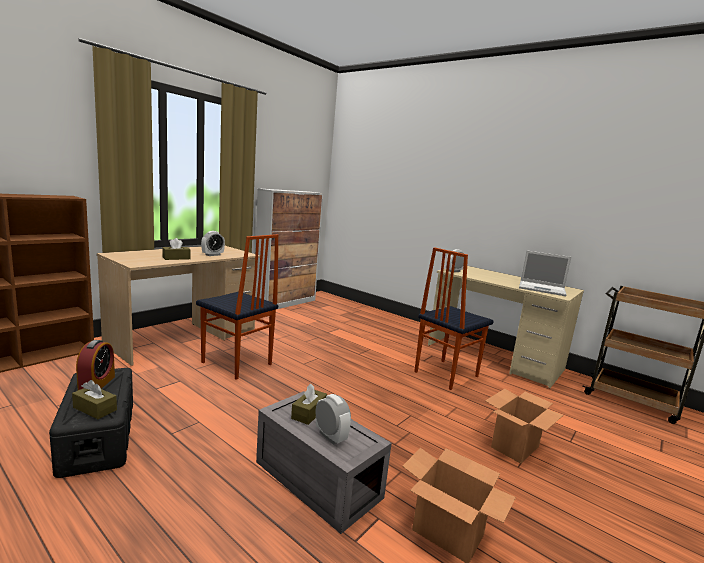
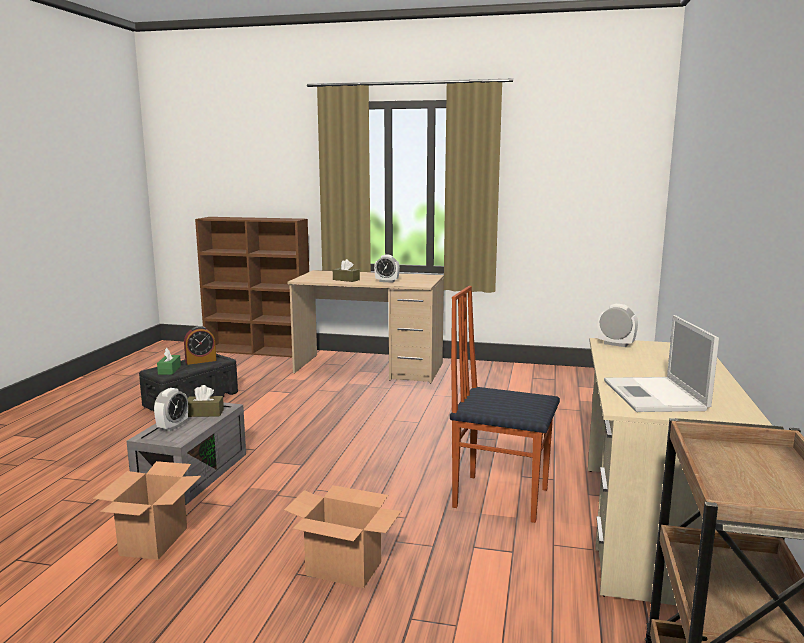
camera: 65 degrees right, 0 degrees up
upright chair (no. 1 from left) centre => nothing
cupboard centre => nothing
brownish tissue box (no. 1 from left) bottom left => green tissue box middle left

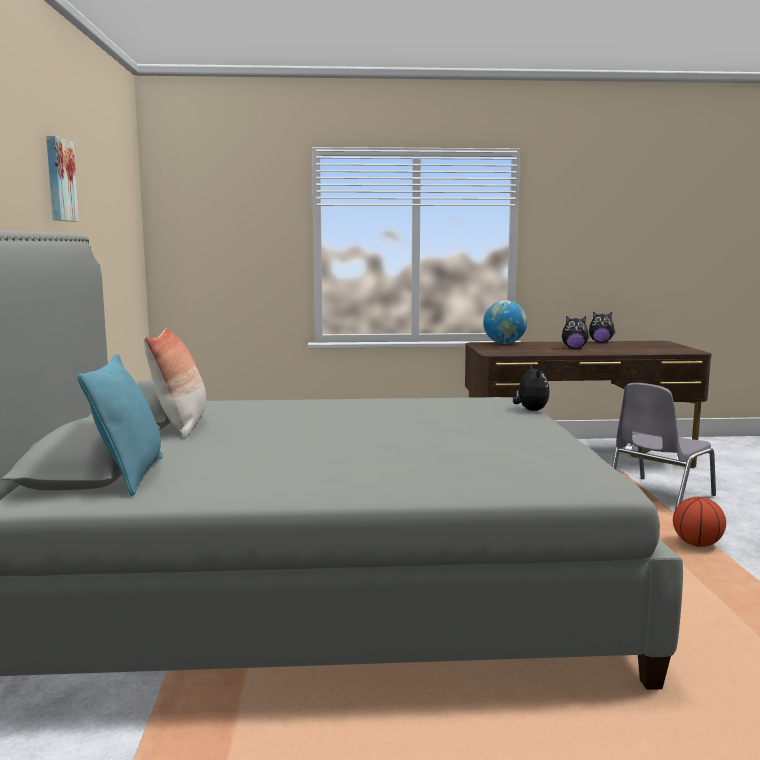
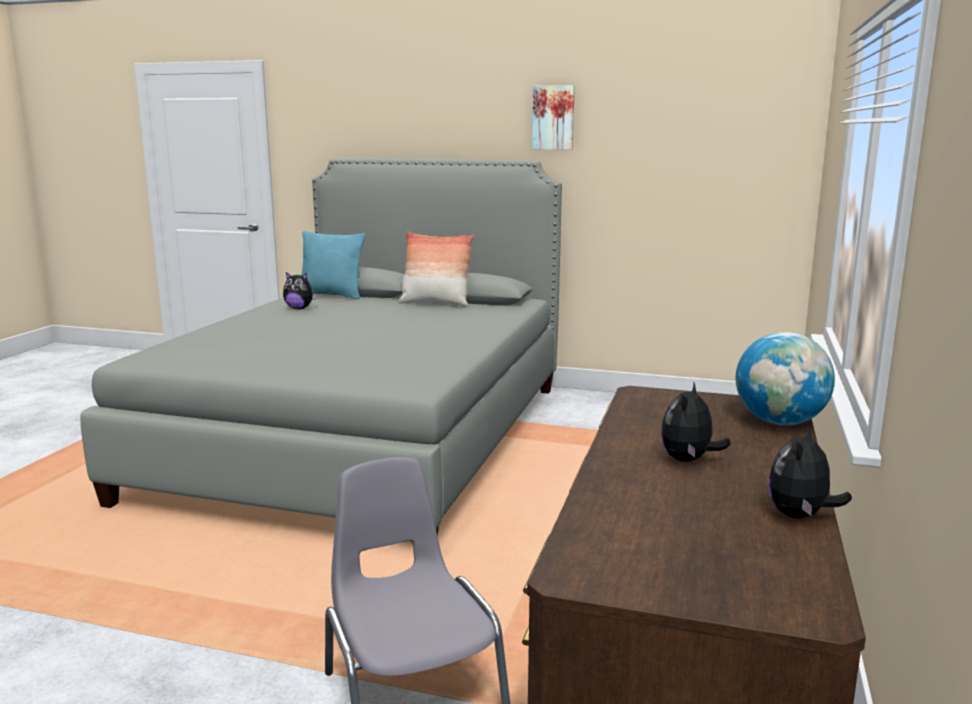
camera: 110 degrees right, 5 degrees up
ball for basketball bottom right => nothing
soft toy (no. 1 from left) middle right => soft toy (no. 1 from left) middle left, shifted

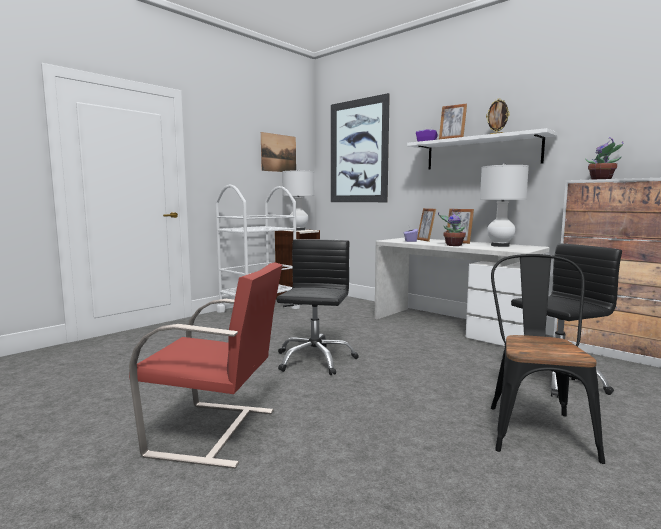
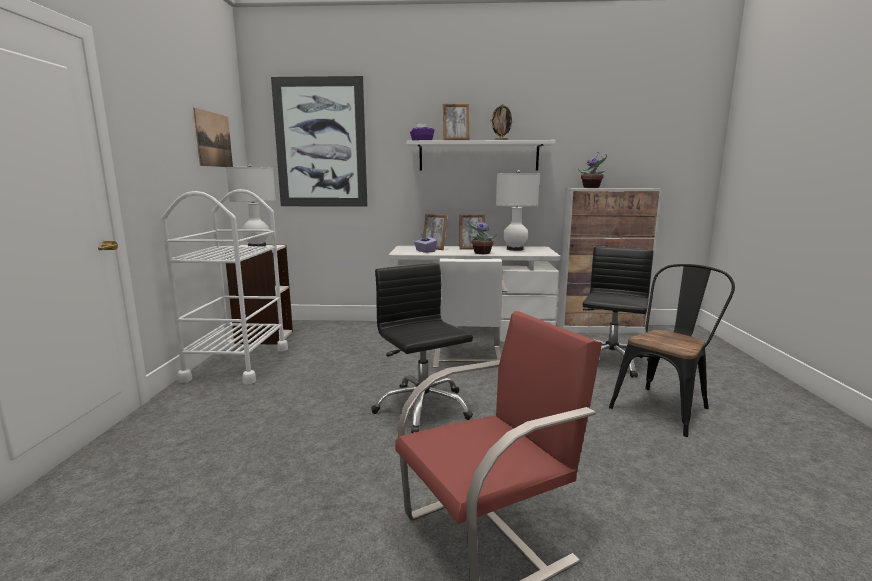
camera: 40 degrees left, 5 degrees up
nothing => whitish upright chair centre
black upright chair bottom right => black upright chair middle right, 75 degrees clockwise

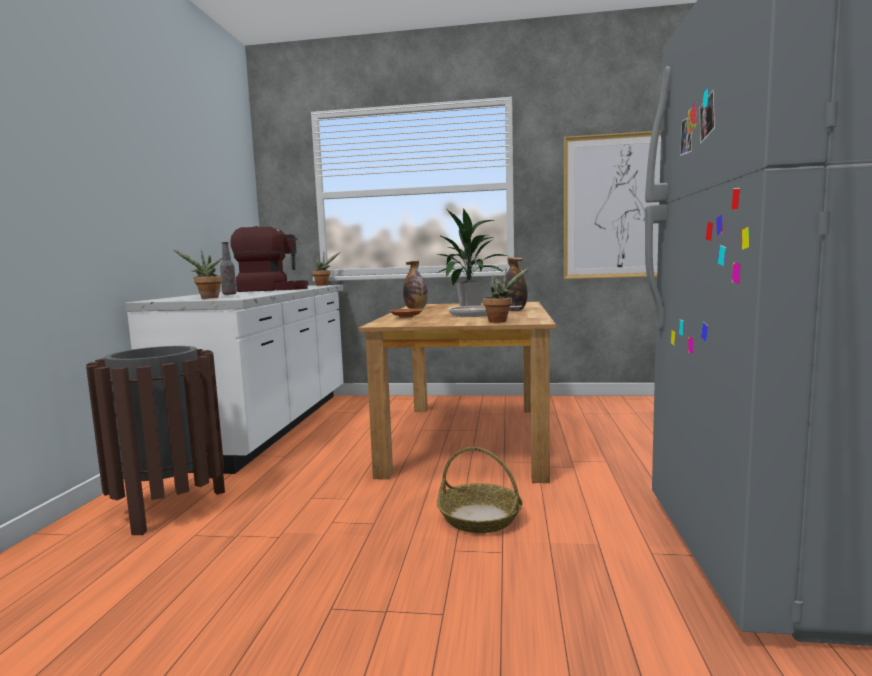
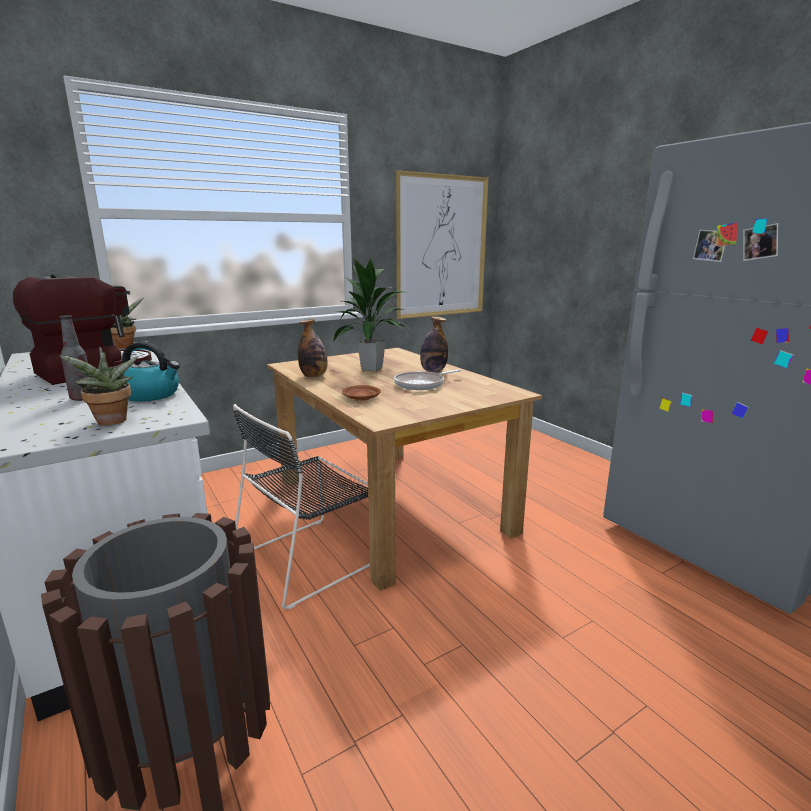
camera: 40 degrees left, 10 degrees up
basket bottom centre => nothing
potted plant (no. 4 from left) centre => nothing
nothing => tea kettle middle left
nothing => black upright chair centre

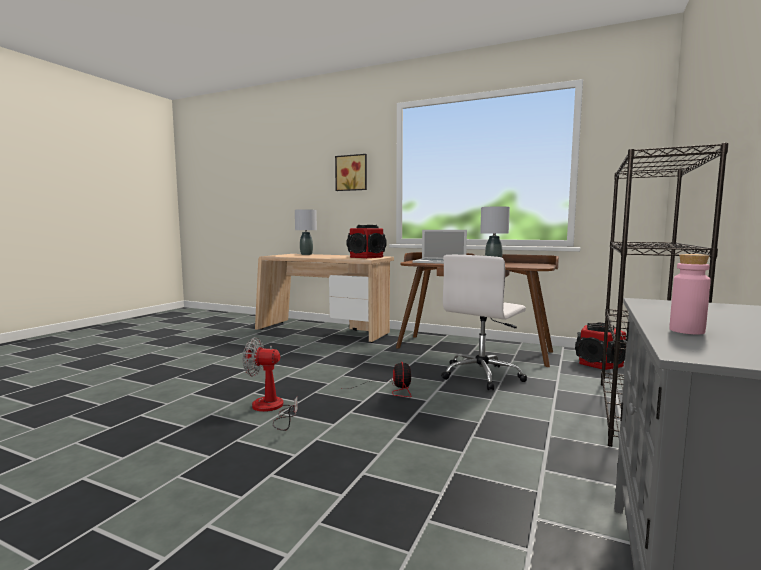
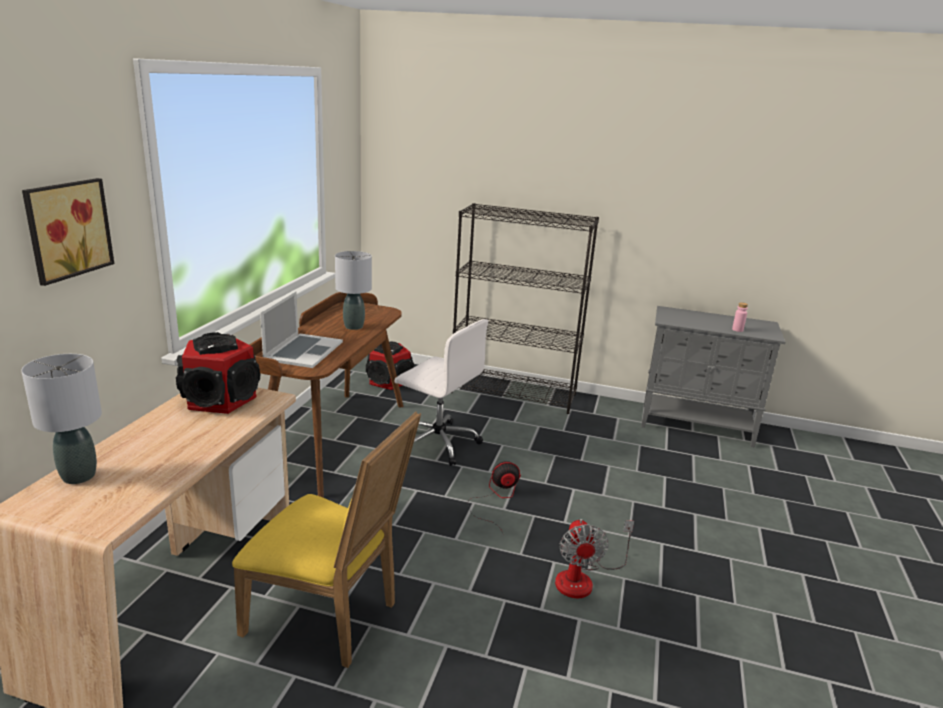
camera: 100 degrees left, 15 degrees up
nothing => yellow upright chair bottom centre

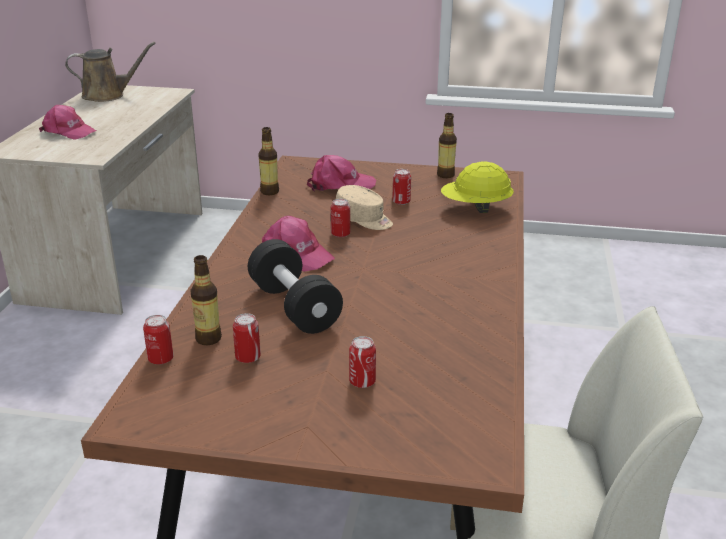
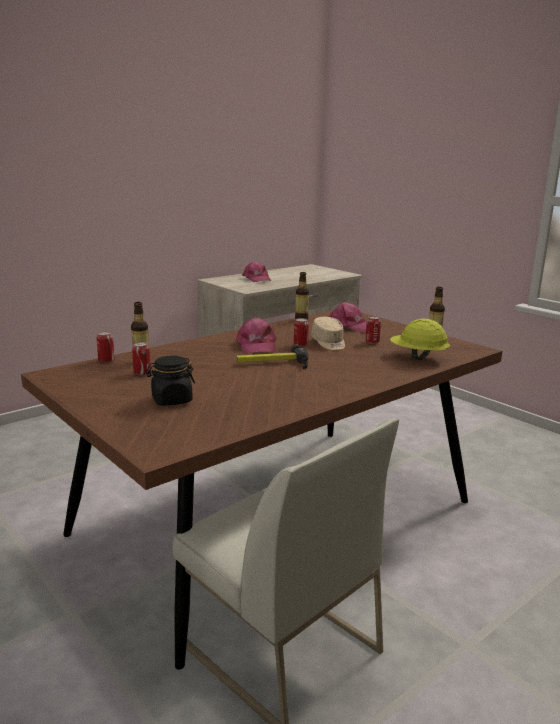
camera: 40 degrees right, 10 degrees down
brownish watering can top left => nothing
black free weight centre => nothing
nothing => hammer centre
can (no. 4 from left) bottom centre => black preserve jar middle left

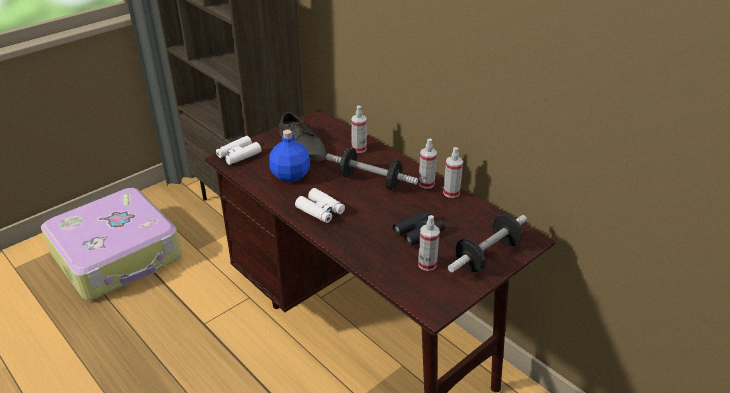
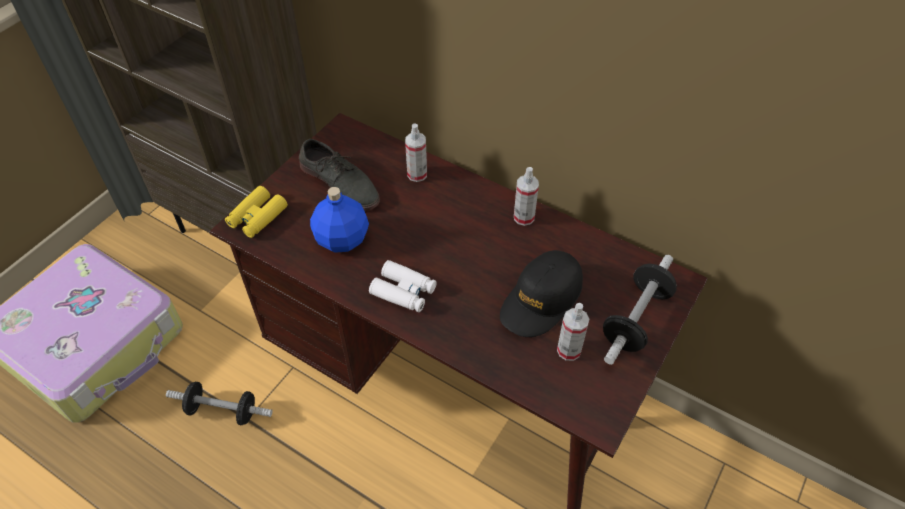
camera: 15 degrees left, 15 degrees up
sprayer (no. 4 from left) centre => nothing
free weight (no. 1 from left) centre => free weight (no. 1 from left) bottom left, shifted
black field glasses centre => black baseball cap centre
whitish field glasses (no. 1 from left) middle left => yellow field glasses middle left

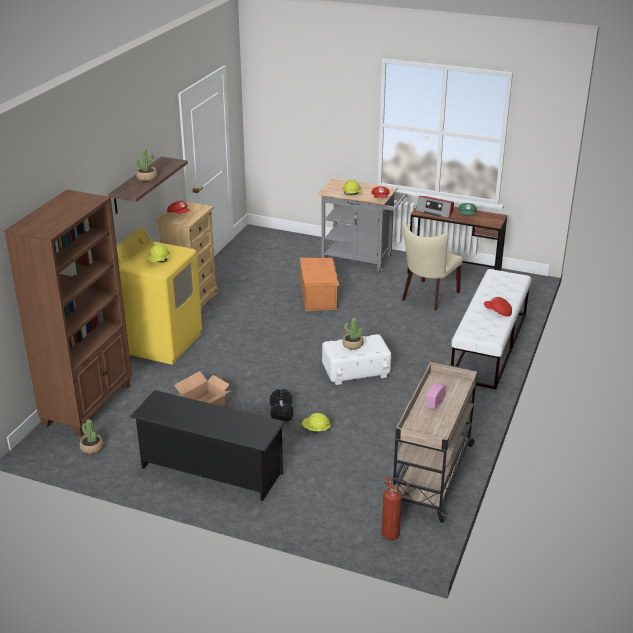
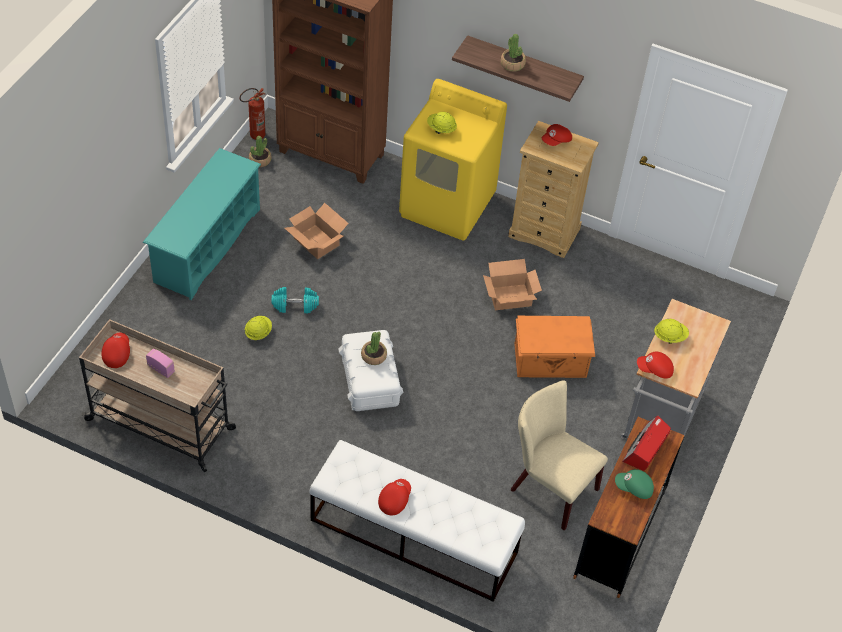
camera: 90 degrees right, 20 degrees up
nothing => reddish baseball cap (no. 1 from left) middle left
nothing => packing box (no. 2 from left) centre
extinguisher bottom centre => extinguisher top left, shifted
black shoe shelf bottom left => blue-green shoe shelf middle left
black free weight centre => blue-green free weight centre

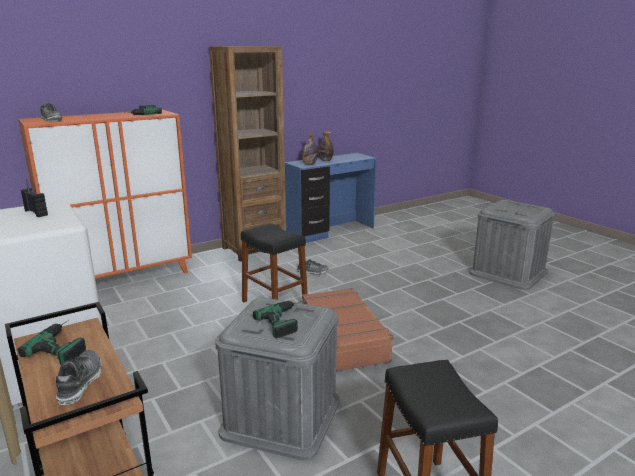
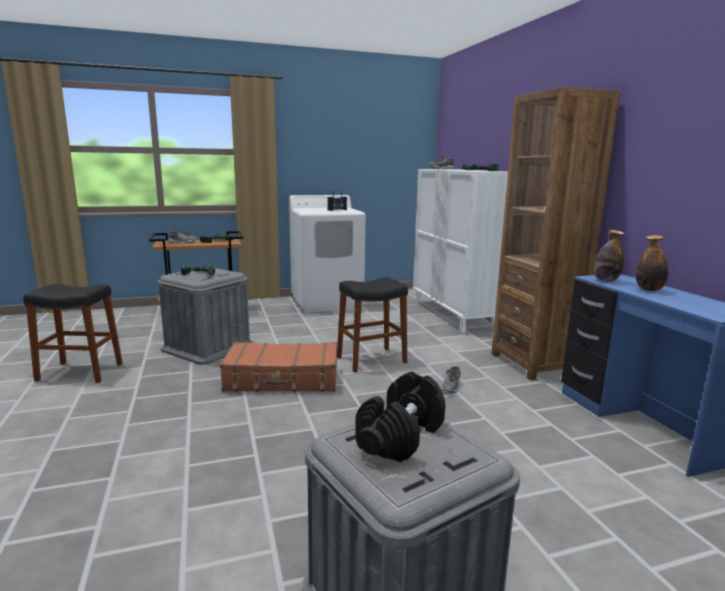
camera: 105 degrees right, 5 degrees down
nothing => black free weight bottom centre
orange-coloured cupboard middle left => whitish cupboard centre

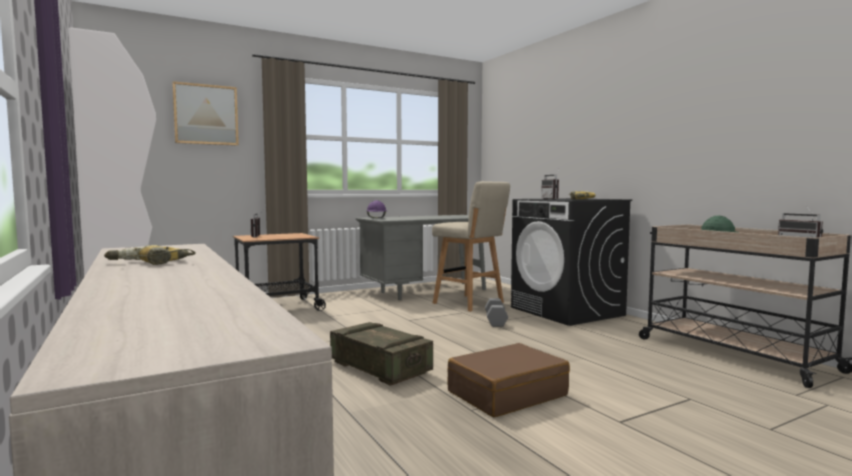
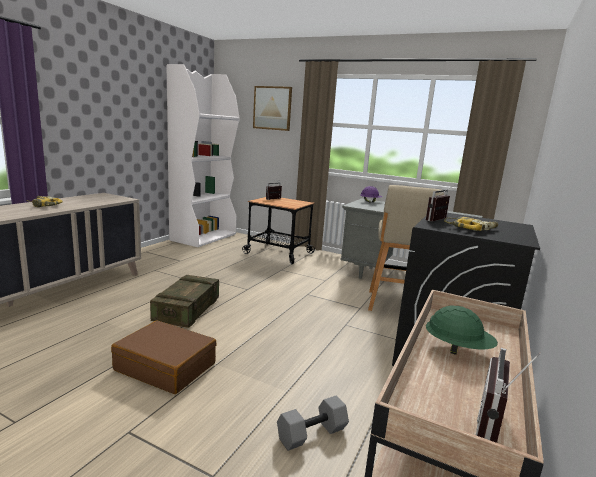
camera: 55 degrees right, 10 degrees up
gray free weight centre => gray free weight bottom centre, shifted

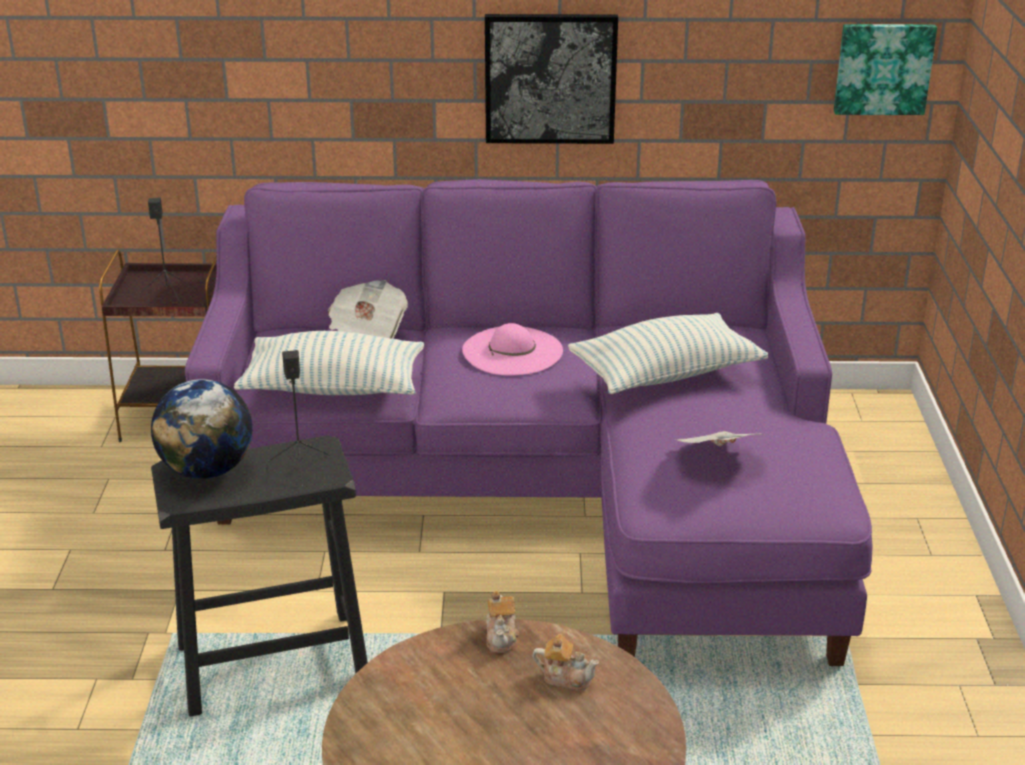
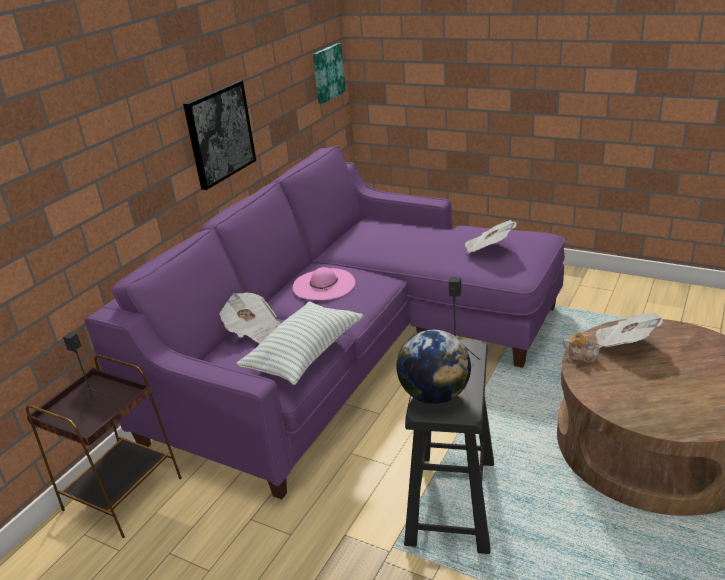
camera: 60 degrees left, 0 degrees up
throw pillow (no. 2 from left) centre => nothing
teapot (no. 2 from left) bottom centre => printed paper (no. 3 from left) middle right

